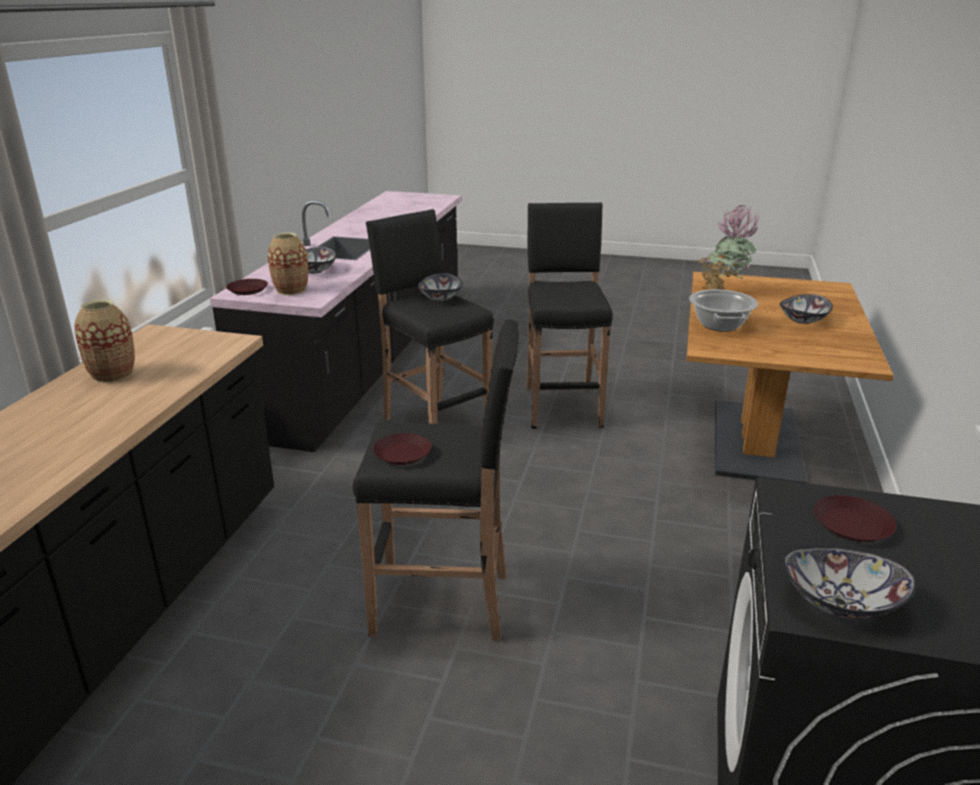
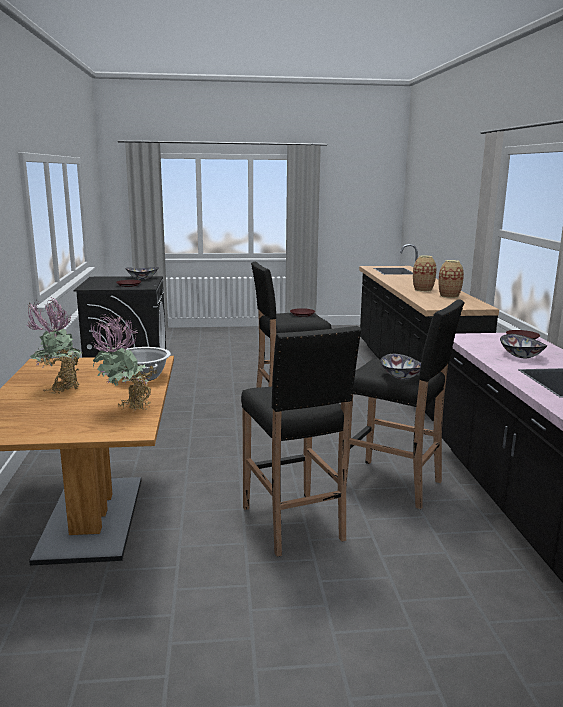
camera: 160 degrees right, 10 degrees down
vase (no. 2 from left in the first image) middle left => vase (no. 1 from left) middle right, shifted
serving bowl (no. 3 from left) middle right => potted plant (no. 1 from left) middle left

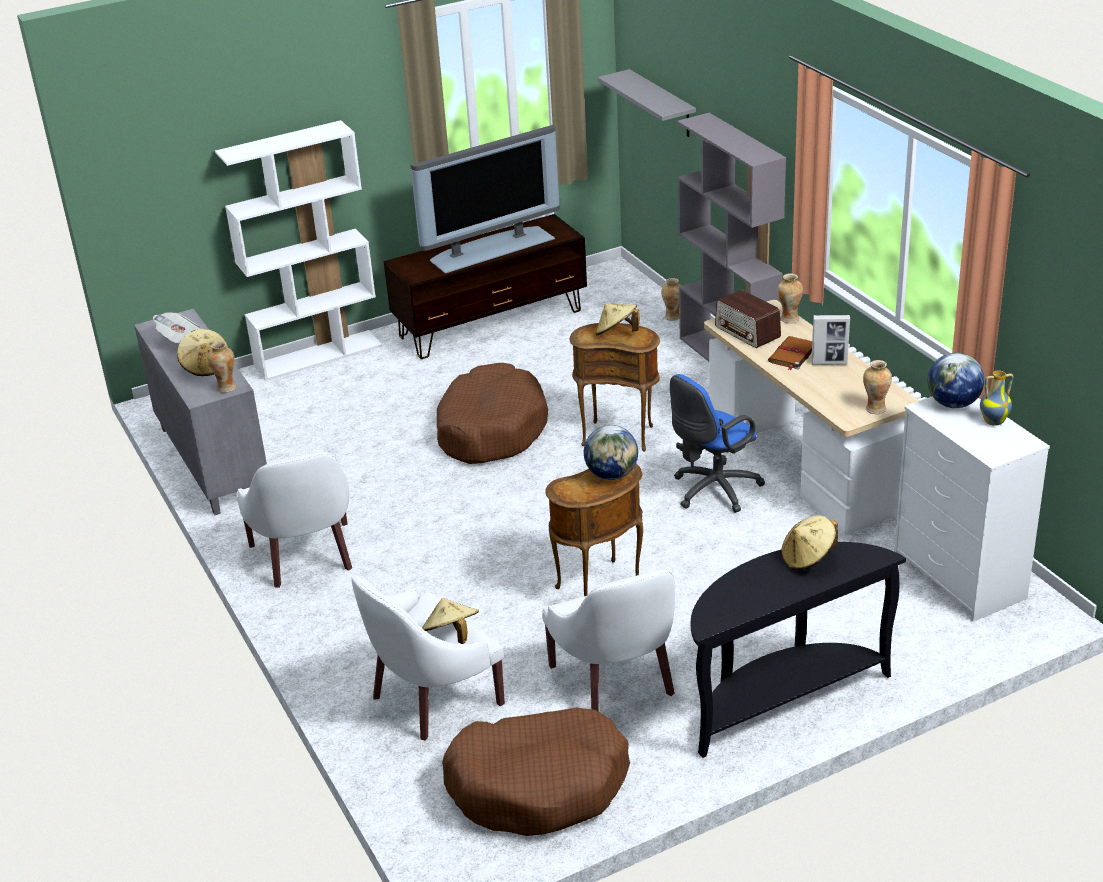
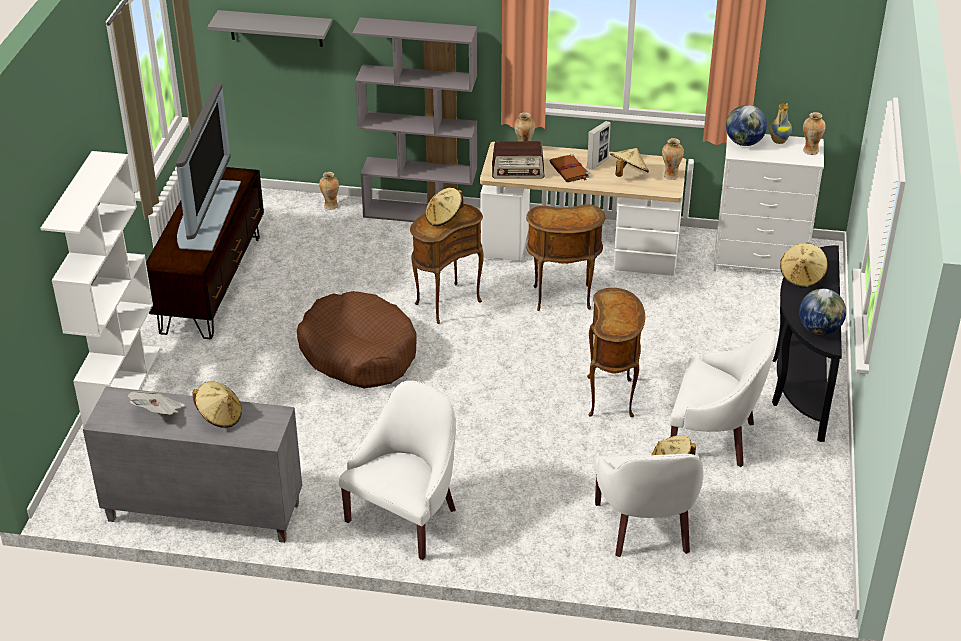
camera: 55 degrees left, 5 degrees up
brownish dog cushion (no. 2 from left) bottom centre => nothing
nothing => beige-coloured hat (no. 3 from left) top centre
vase (no. 1 from left in the first image) middle left => vase (no. 5 from left) top right, shifted
world globe (no. 1 from left in the first image) centre => world globe (no. 2 from left) middle right, shifted
blue-coloured desk chair centre => brownish end table (no. 2 from left) centre
whitish easy chair (no. 1 from left) middle left => whitish easy chair (no. 1 from left) bottom centre, 75 degrees counterclockwise

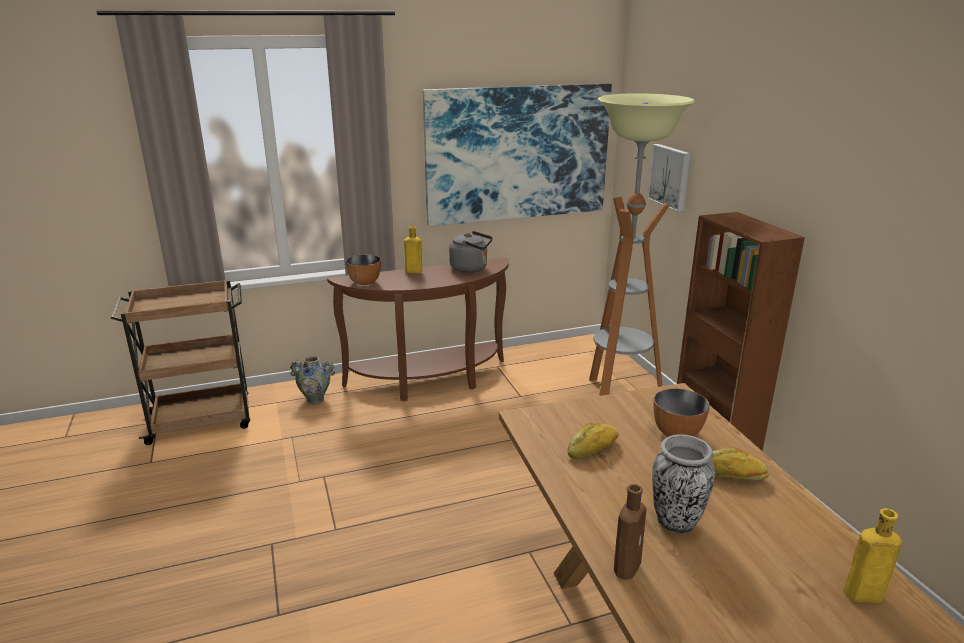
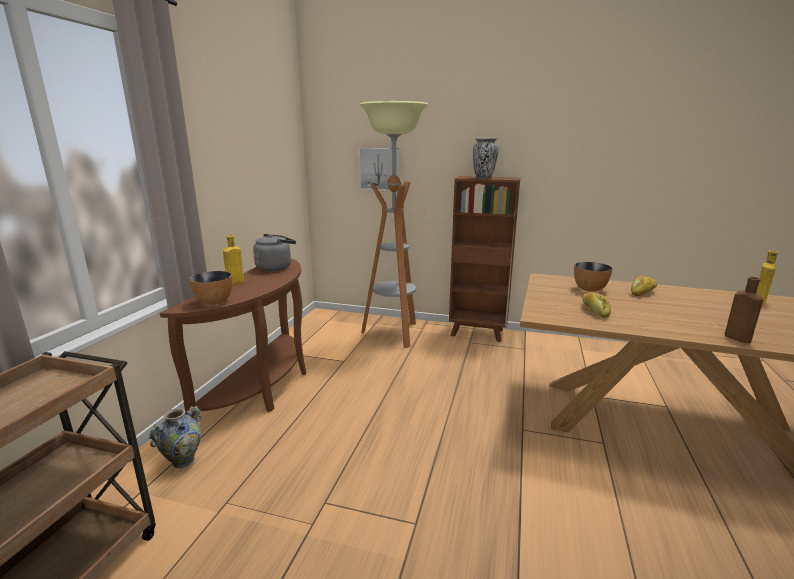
camera: 55 degrees left, 5 degrees down
wall art (no. 1 from left) top centre => nothing
vase (no. 2 from left) bottom right => vase (no. 2 from left) top centre, shifted

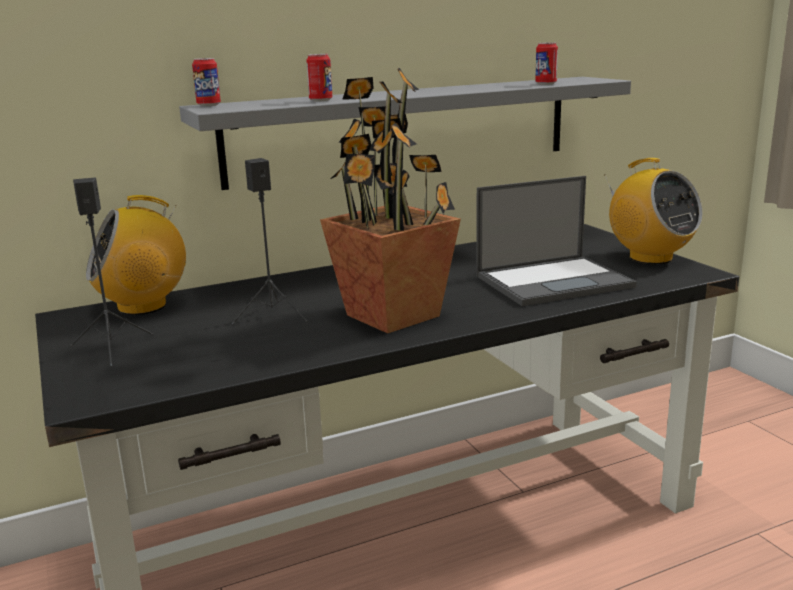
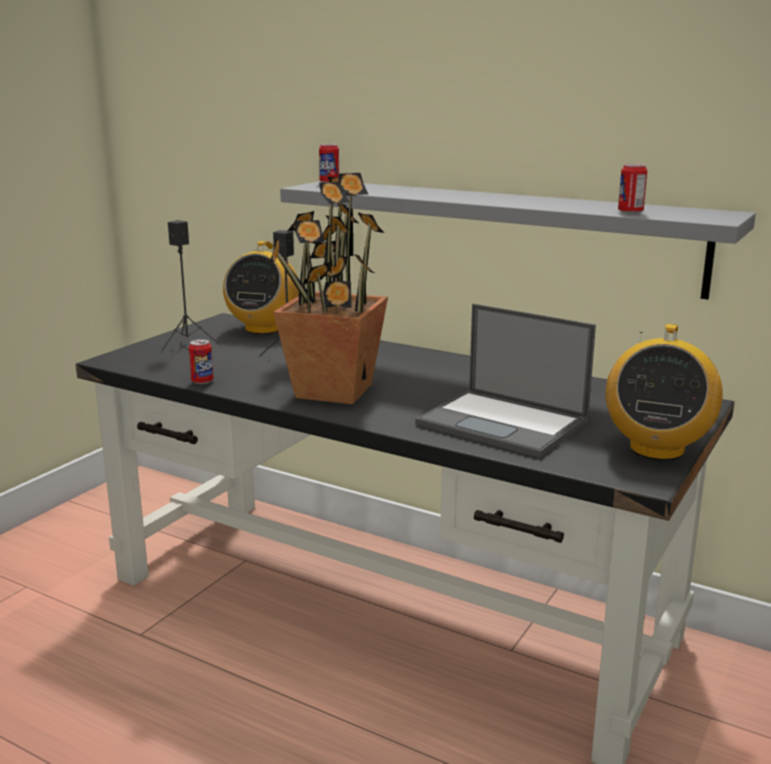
camera: 55 degrees right, 0 degrees up
can (no. 2 from left in the first image) top centre => can (no. 1 from left) middle left, shifted
radio (no. 1 from left) middle left => radio (no. 1 from left) centre, 105 degrees counterclockwise

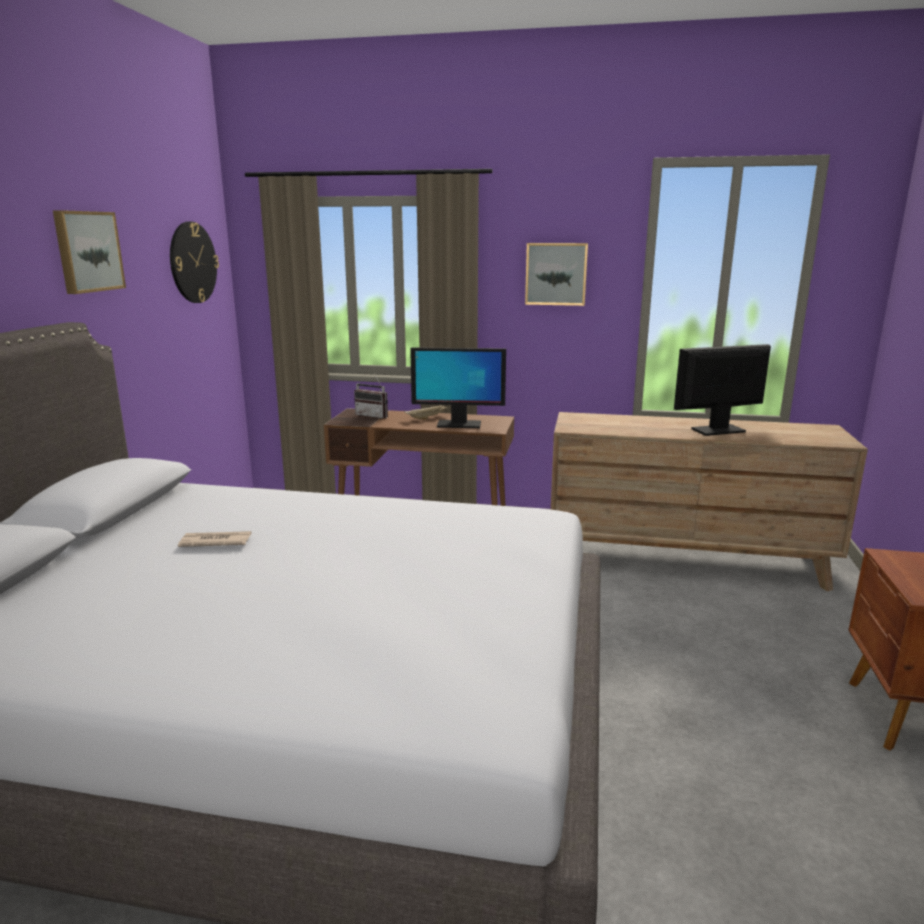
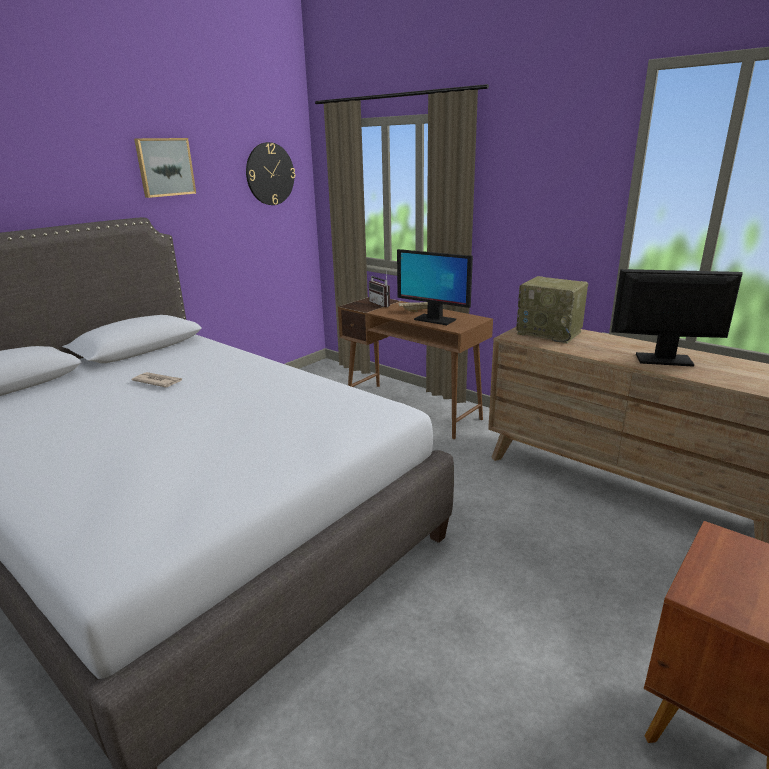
camera: 30 degrees right, 5 degrees up
wall art (no. 2 from left) top centre => nothing
nothing => radio (no. 2 from left) middle right

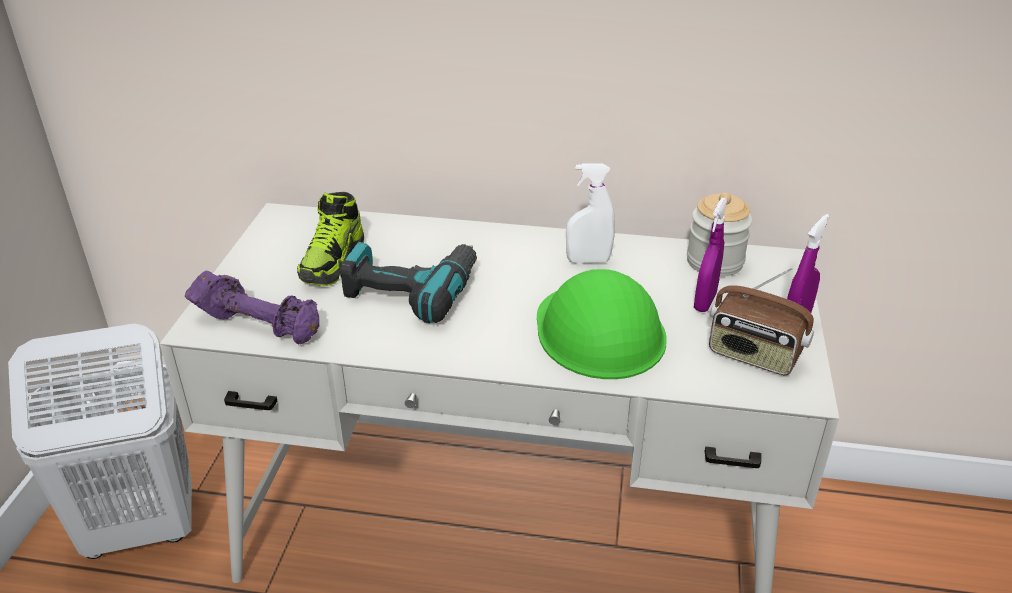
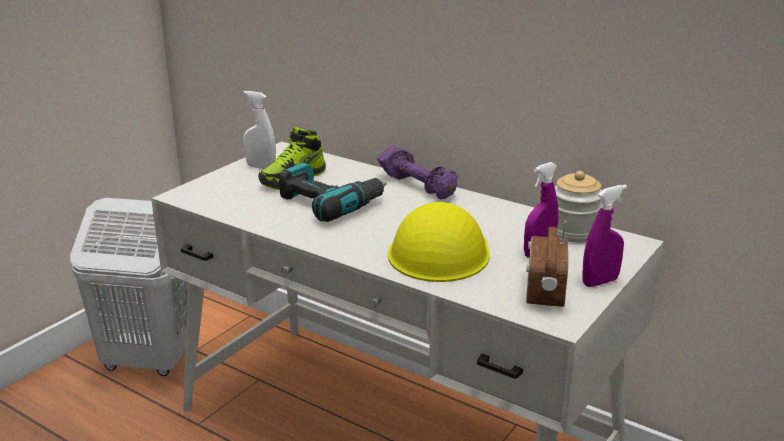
camera: 25 degrees right, 10 degrees down
purple-coloured free weight middle left => purple-coloured free weight centre, shifted
whitish sprayer centre => whitish sprayer top left, shifted
green work helmet centre => yellow work helmet centre
radio middle right, 45 degrees clockwise

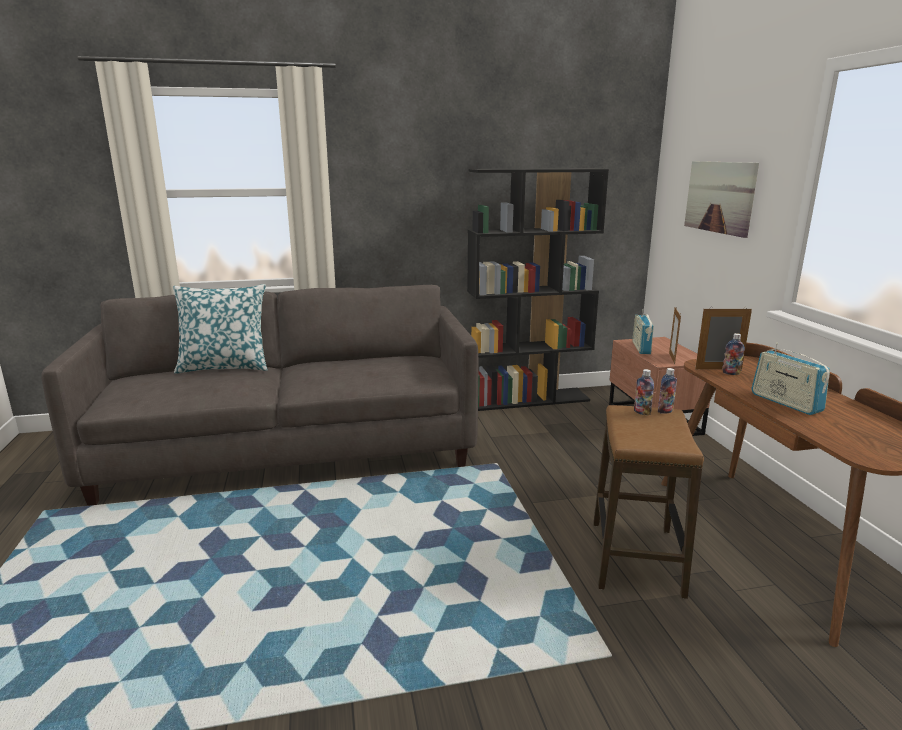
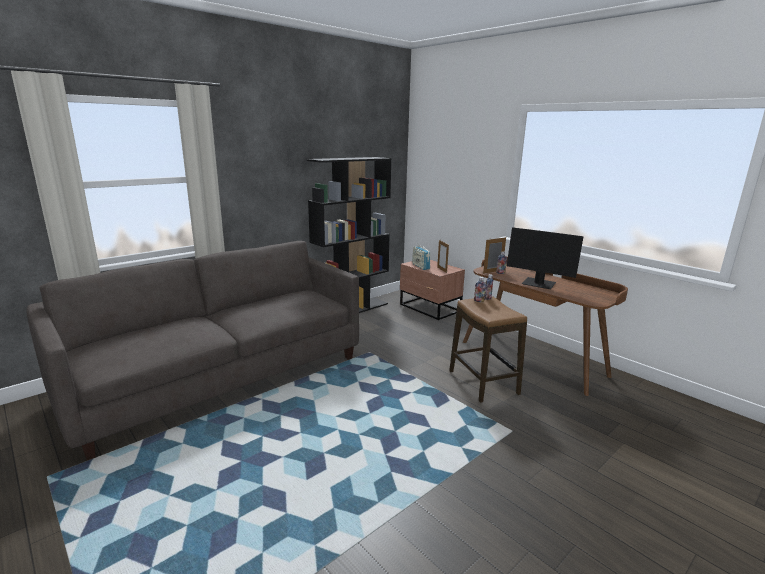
camera: 30 degrees left, 0 degrees up
throw pillow middle left => nothing
wall art top right => nothing
radio (no. 2 from left) middle right => monitor middle right

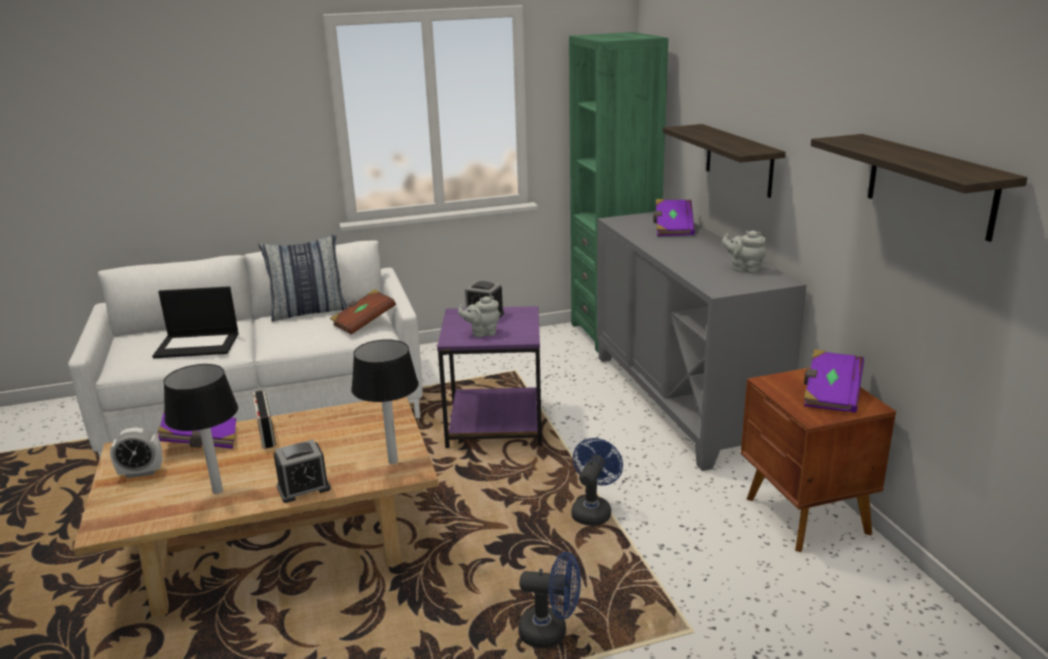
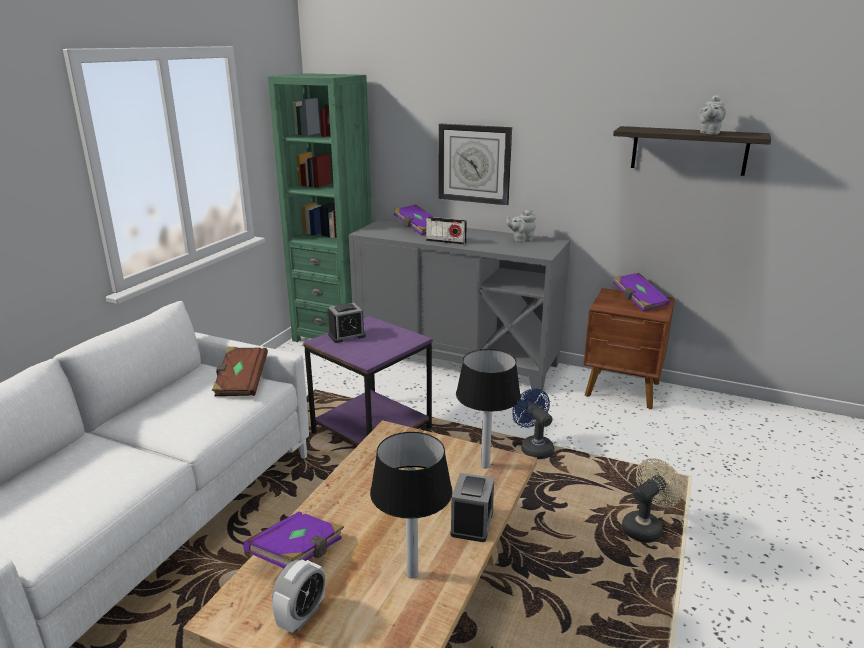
camera: 50 degrees left, 0 degrees up
laptop middle left => nothing
throw pillow middle left => nothing
radio middle left => radio centre, shifted
gray teapot (no. 1 from left in the first image) centre => gray teapot (no. 2 from left) top right, shifted
bracket shelf (no. 1 from left) top right => clock on the wall top centre
blue-coloured fan (no. 1 from left) bottom centre => beige-coloured fan bottom right

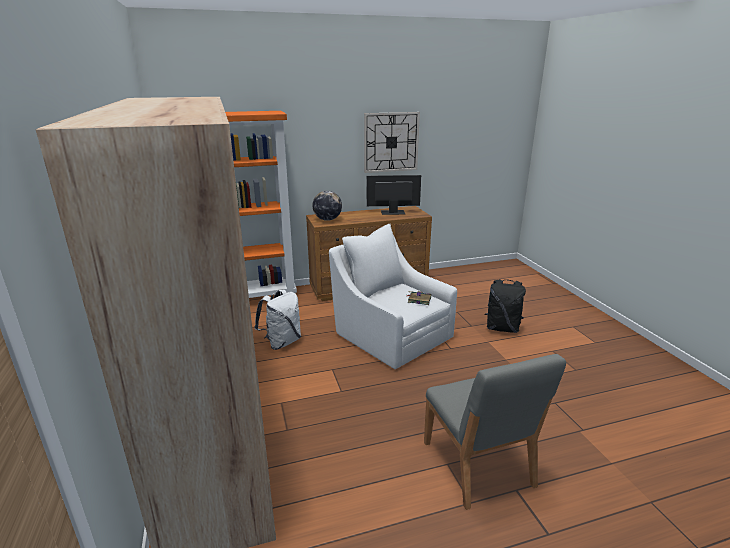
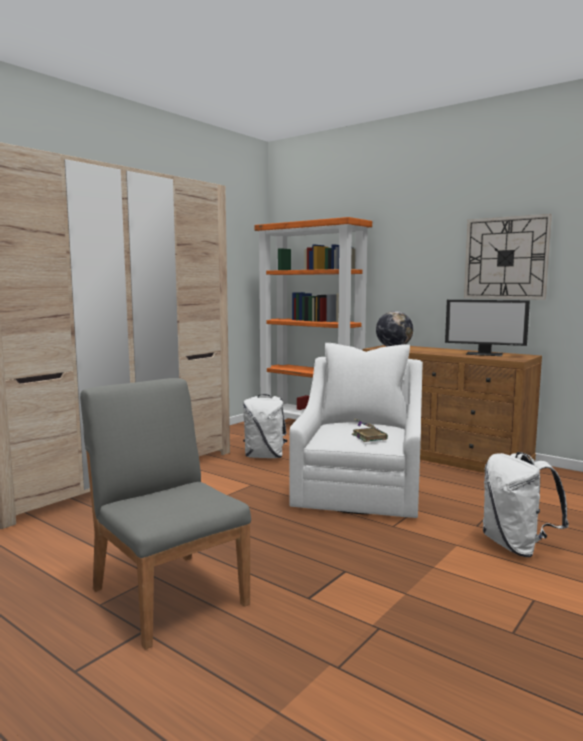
camera: 55 degrees right, 15 degrees down
black backpack middle right => whitish backpack (no. 2 from left) bottom right
monitor centre => monitor middle right, 150 degrees clockwise
gray upright chair bottom right => gray upright chair bottom left, 105 degrees clockwise

